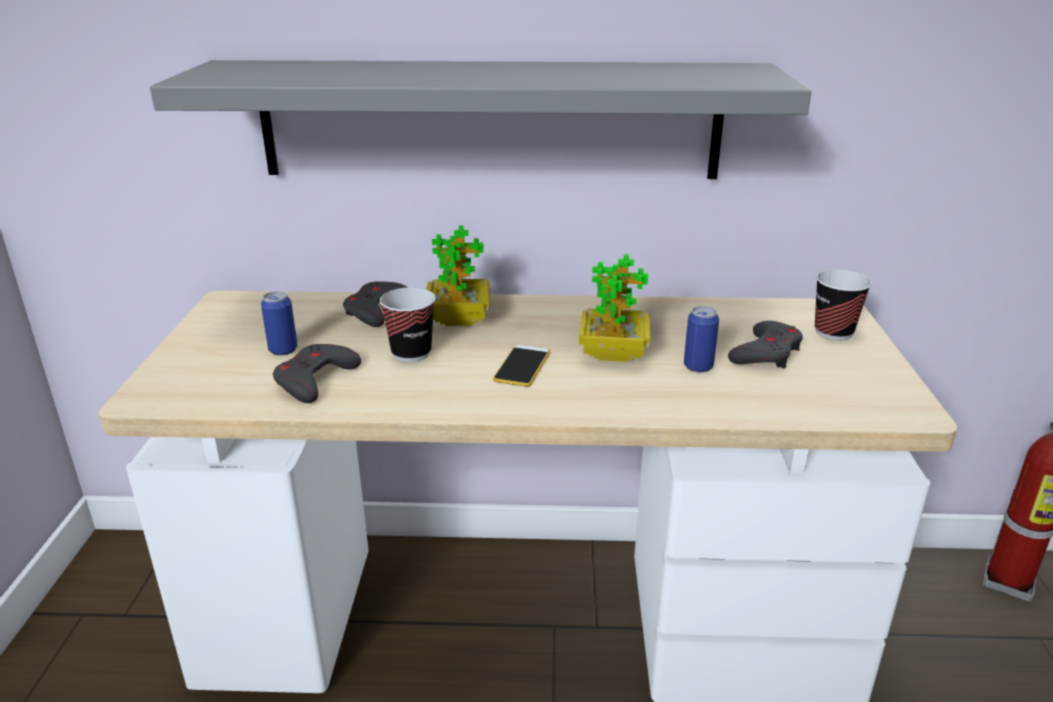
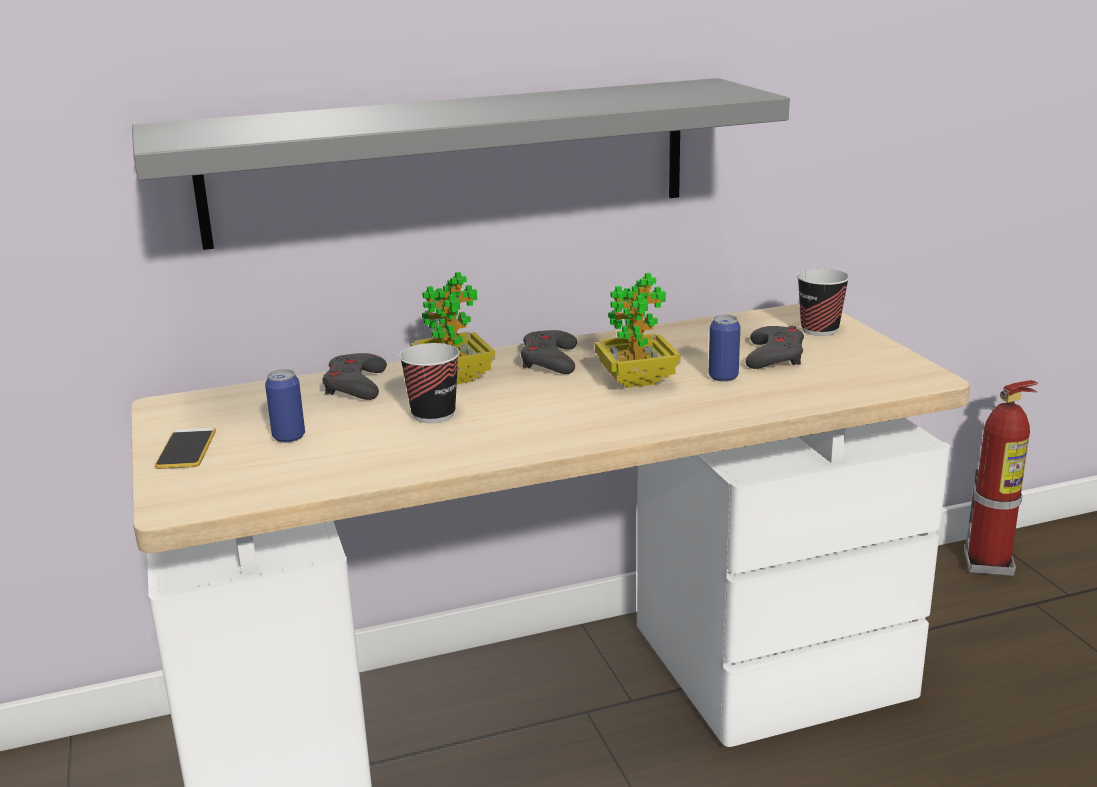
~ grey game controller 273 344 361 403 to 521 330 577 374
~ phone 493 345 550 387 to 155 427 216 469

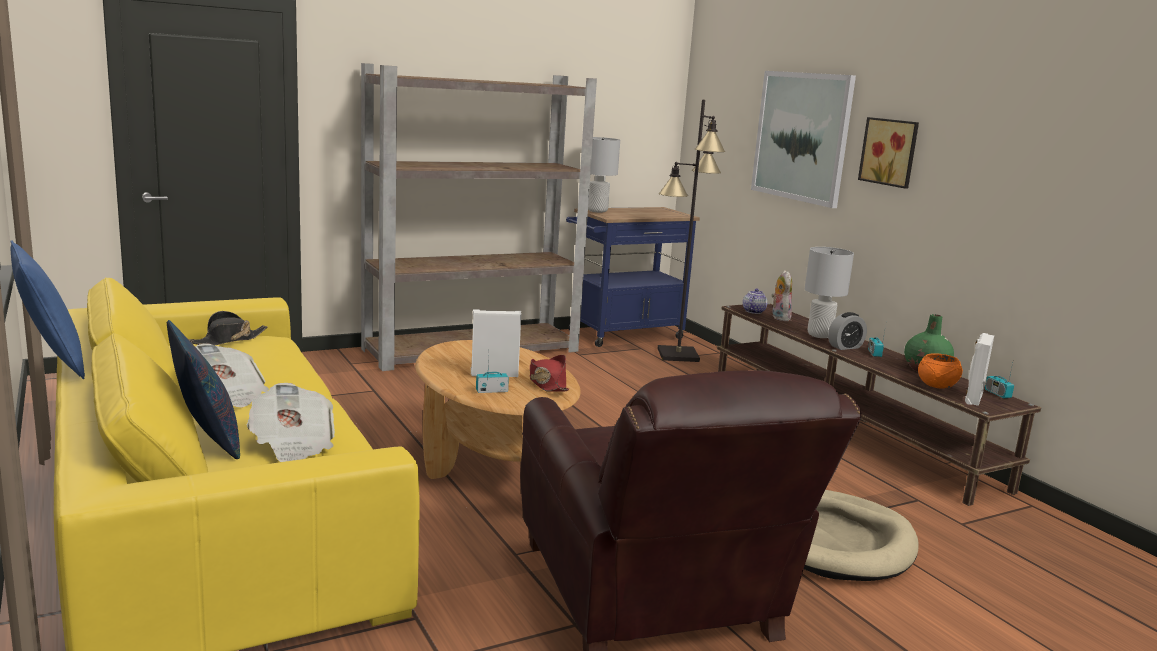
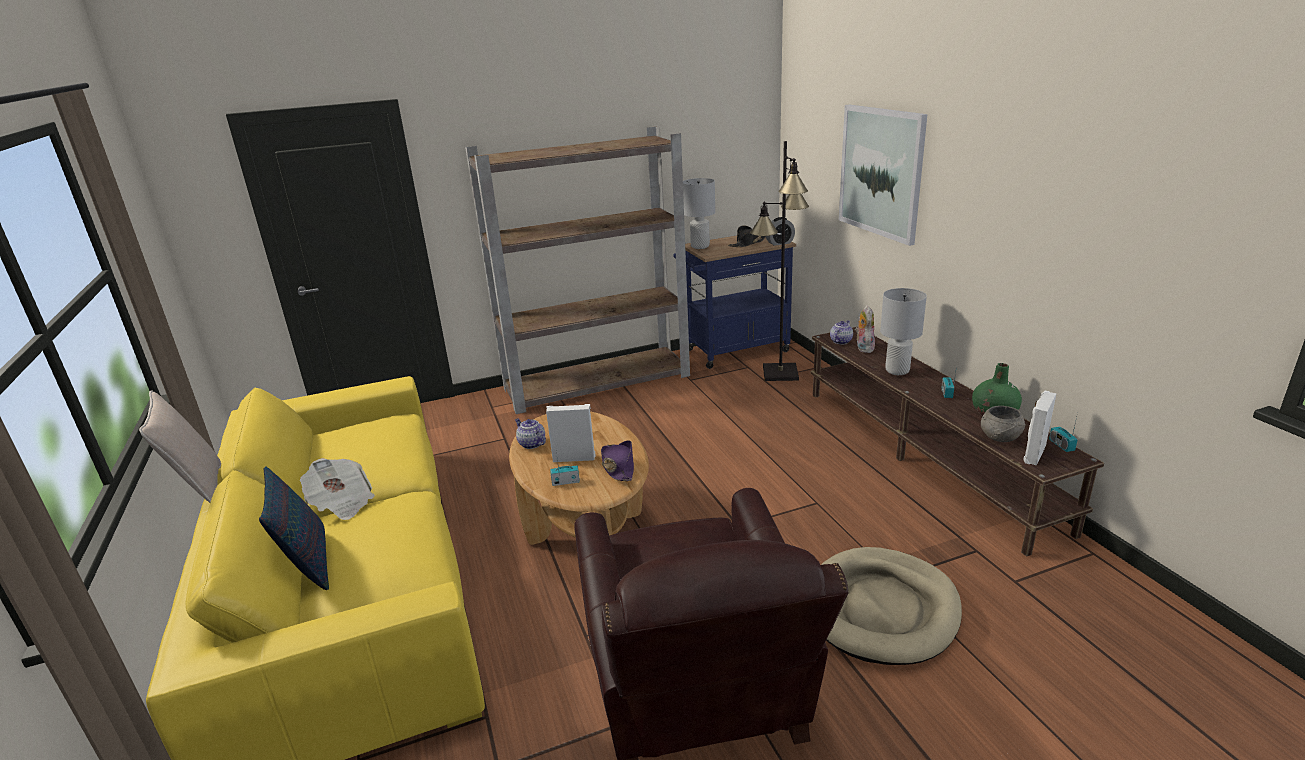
- picture 858 117 919 189
~ blue pillow 10 240 85 379 to beige pillow 139 390 221 503
~ black hat 189 311 268 345 to 728 226 766 247
~ alarm clock 828 312 867 350 to 766 217 795 246
~ orange bowl 918 353 963 389 to grey bowl 981 406 1026 442
~ red hat 530 355 569 392 to purple hat 601 441 634 481
- newspaper 247 383 335 462
+ teapot 515 418 546 449

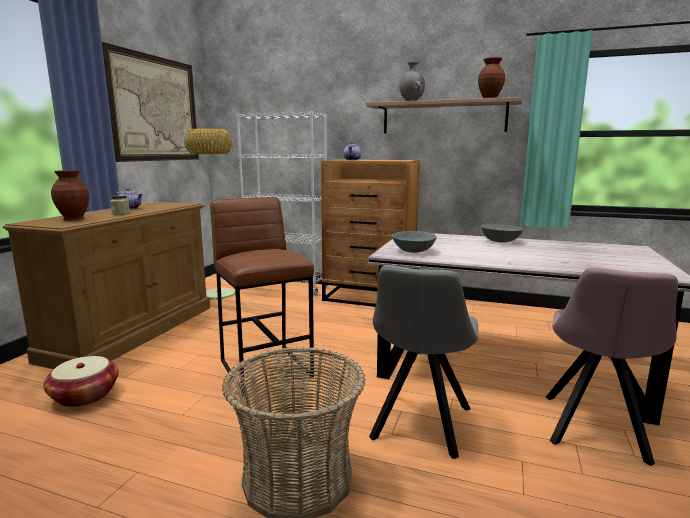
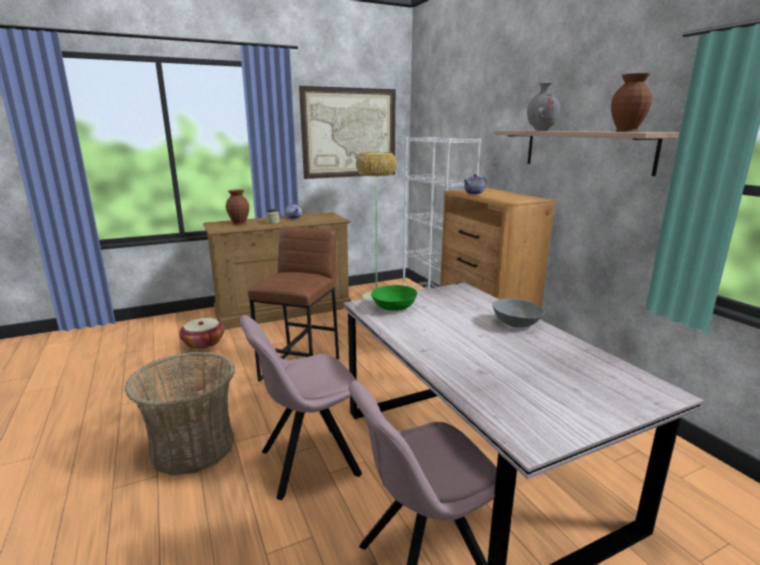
~ grey bowl 392 231 437 253 to green bowl 371 285 417 311
~ grey chair 369 265 478 459 to pink chair 240 315 362 500

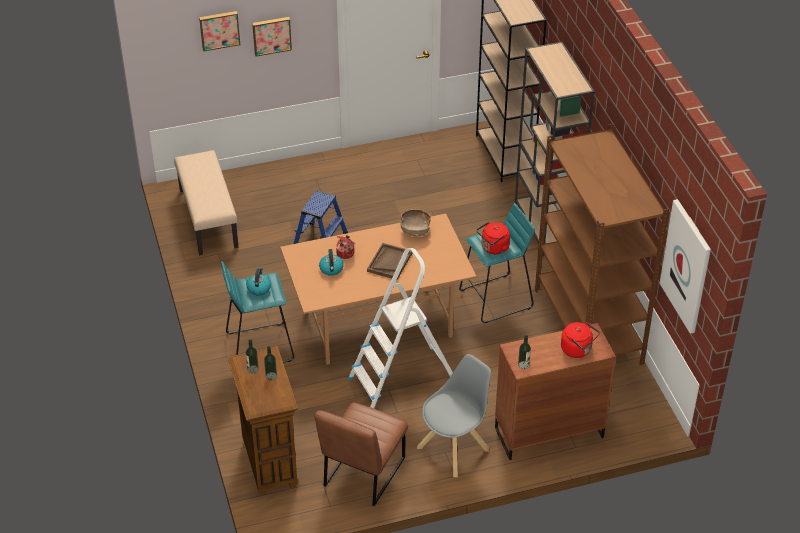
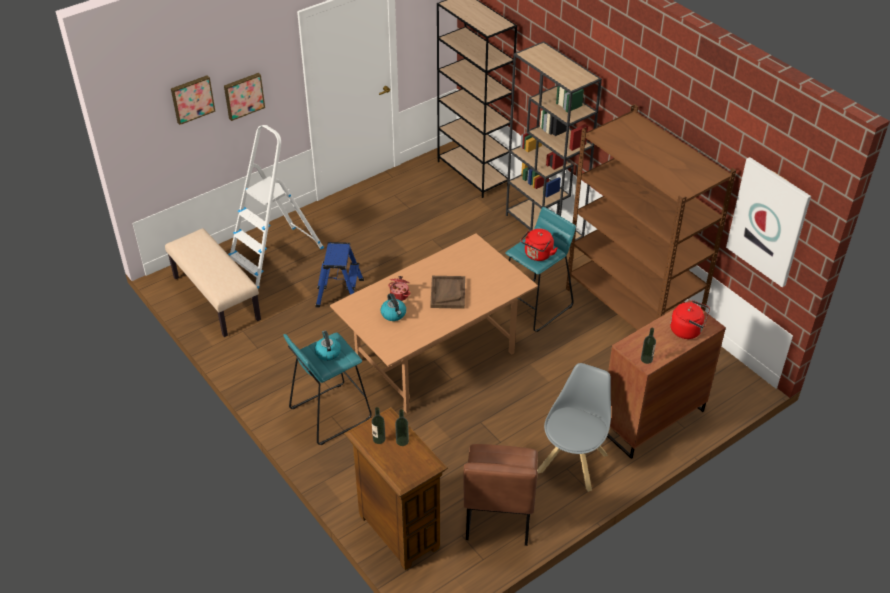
- brown bowl 401 209 431 236
~ white step ladder 348 248 453 408 to 228 125 324 289

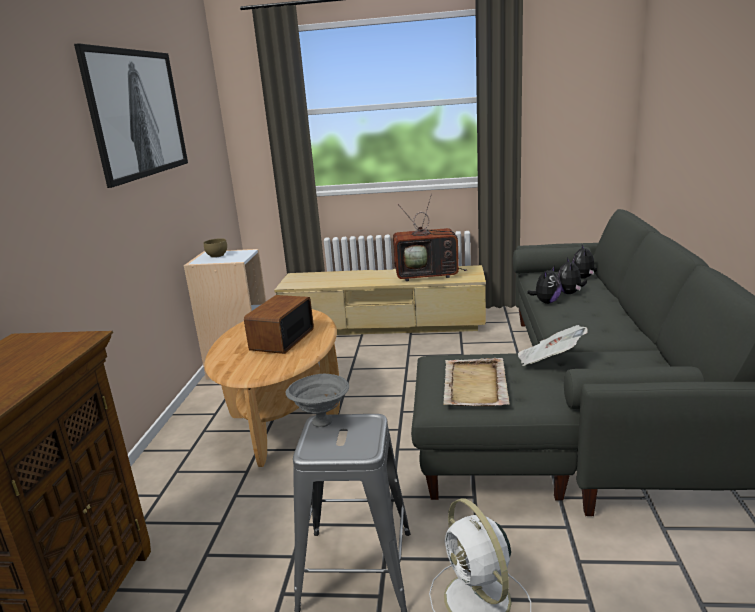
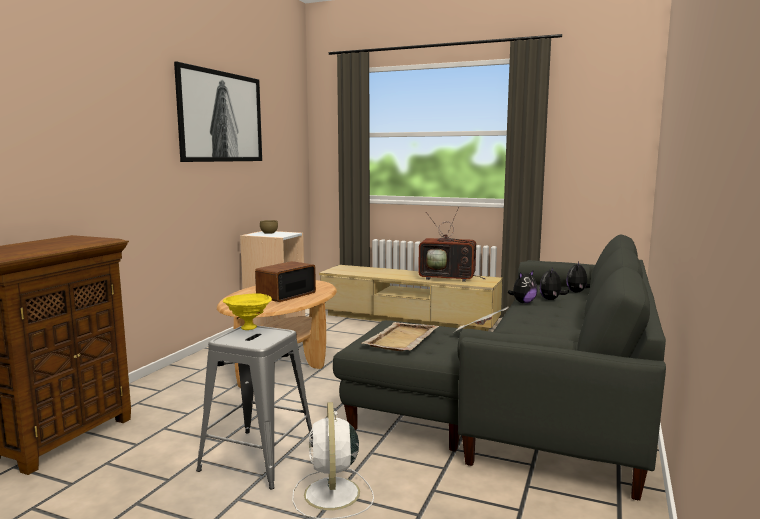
~ grey bowl 286 374 349 427 to yellow bowl 223 293 272 330

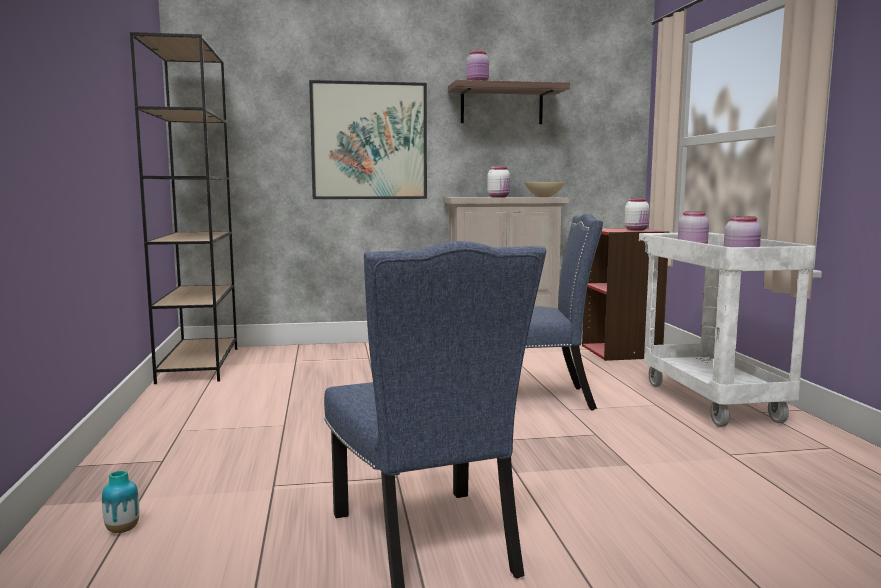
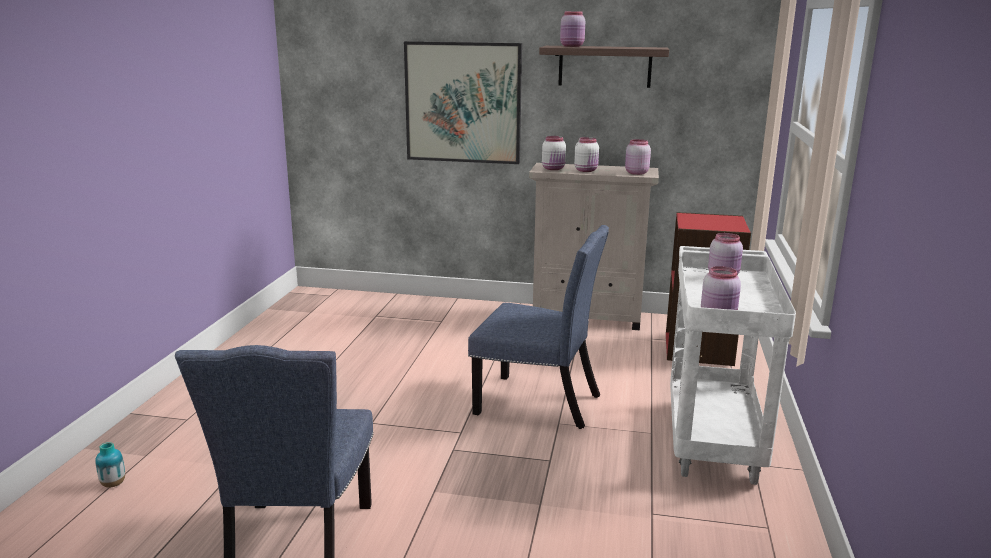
- beige bookcase 130 32 237 384
~ beige bowl 525 182 565 197 to pink jar 625 139 651 175
~ white jar 624 198 649 231 to 542 136 566 170

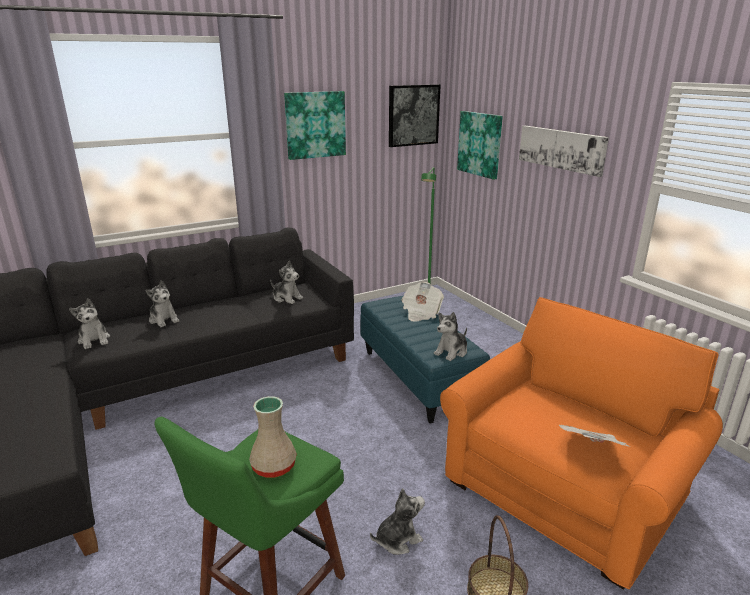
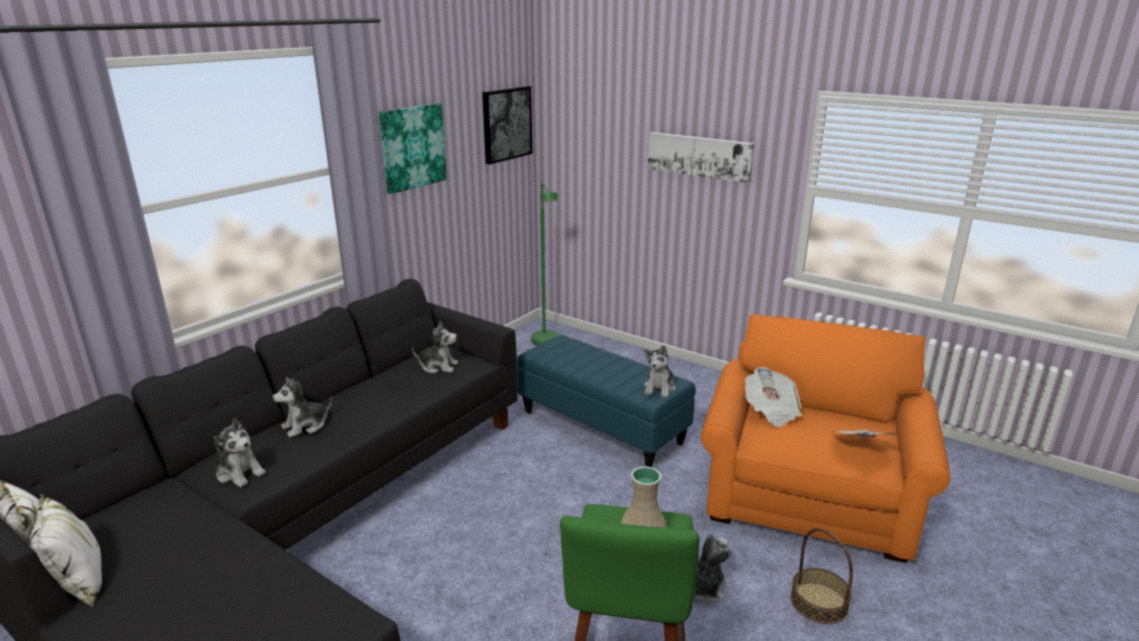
- picture 457 111 503 180
~ plush toy 145 280 179 327 = 272 377 332 437 120 degrees clockwise
~ newspaper 402 282 444 321 to 745 367 802 427

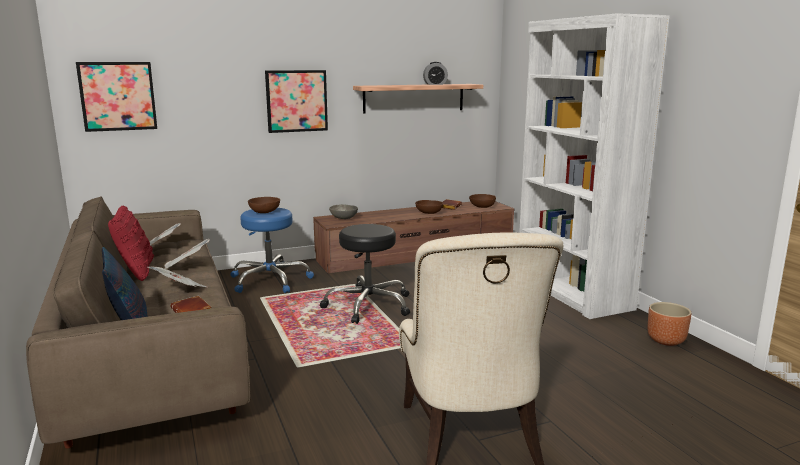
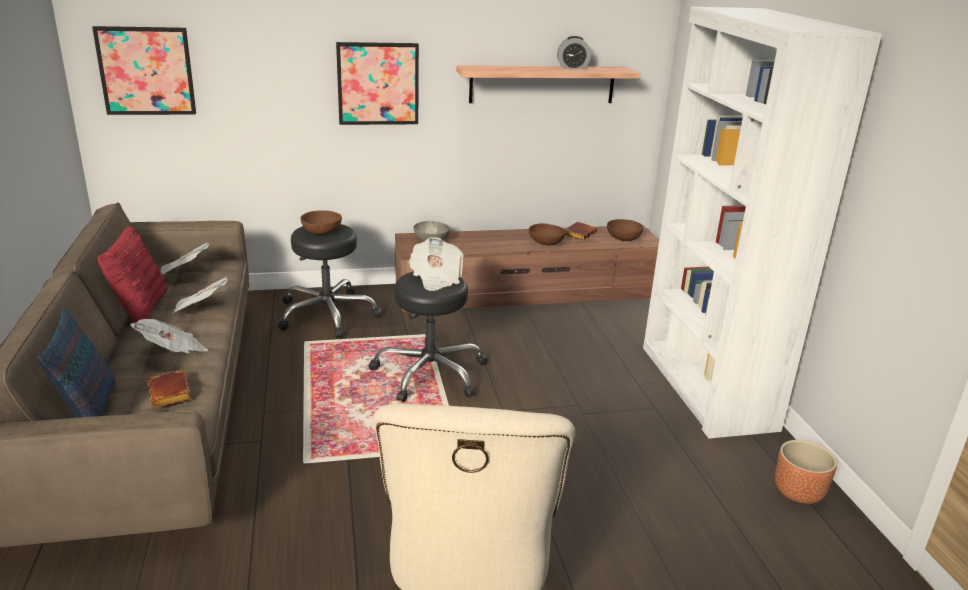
~ blue stool 230 208 314 293 to black stool 278 224 382 338
+ newspaper 408 237 464 291

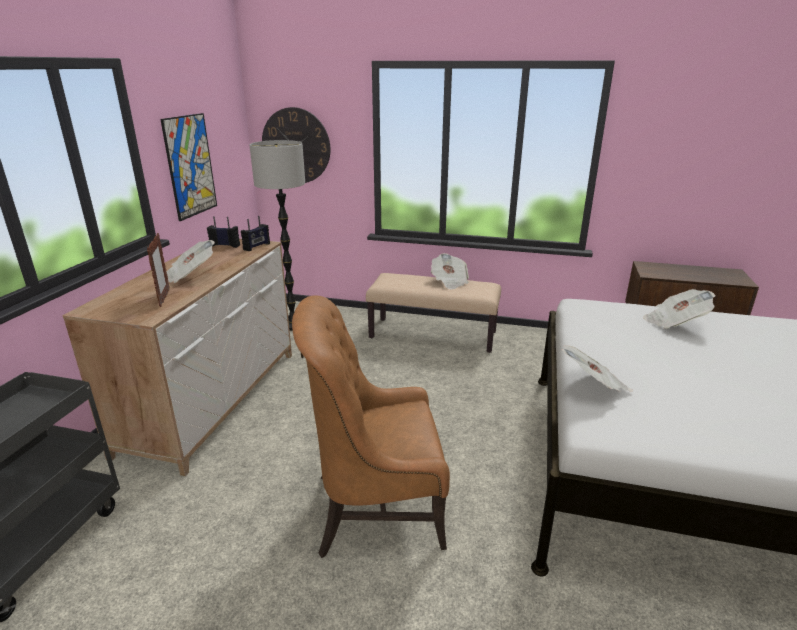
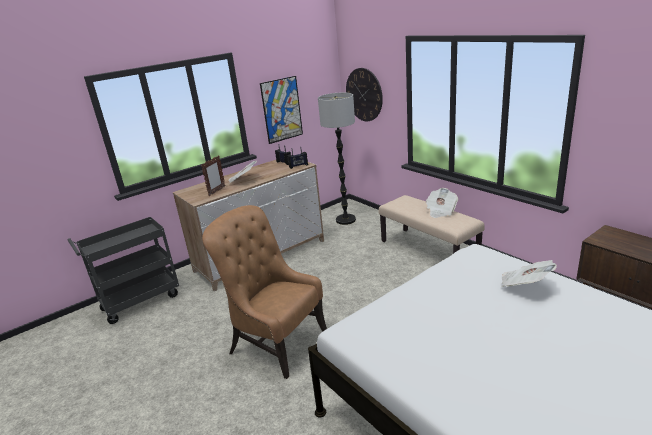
- newspaper 561 346 633 392

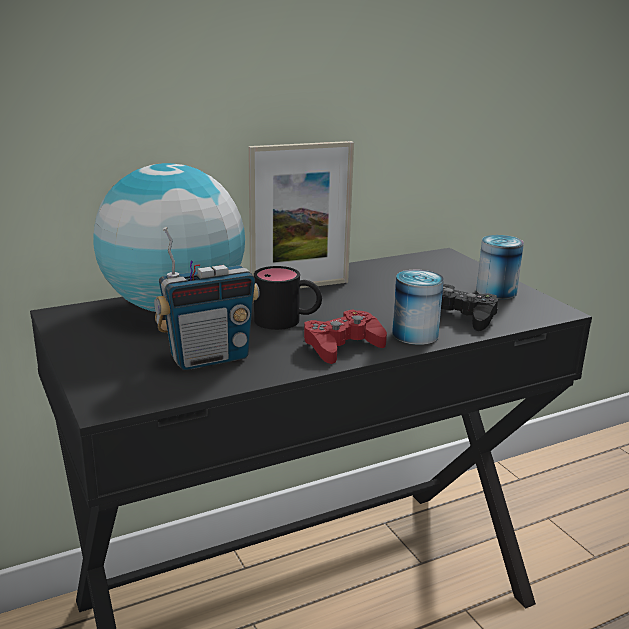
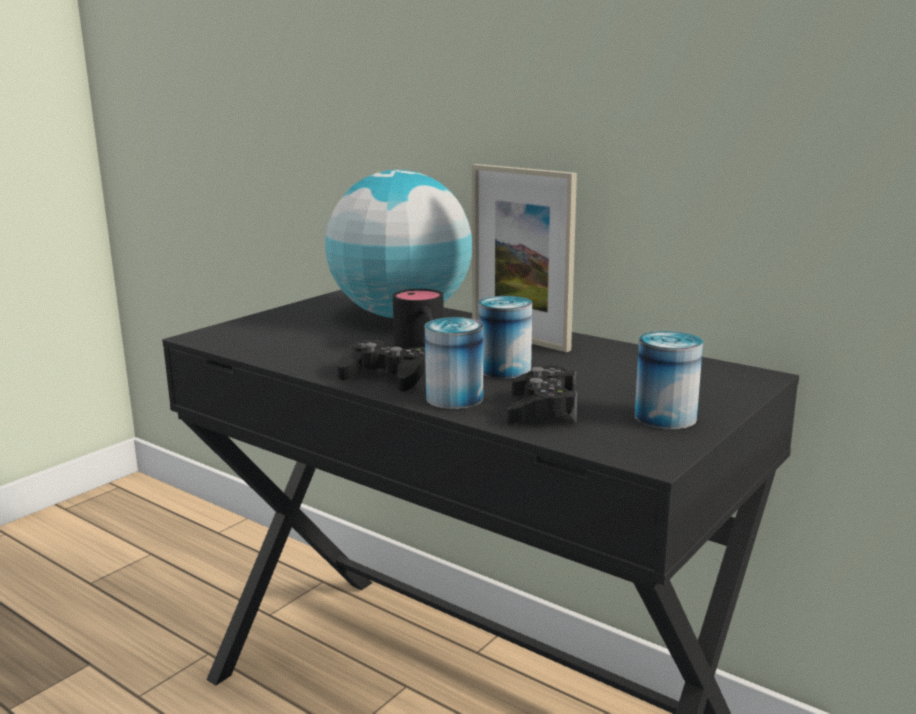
- radio 154 227 260 370
~ red game controller 303 310 387 364 to black game controller 337 340 426 392
+ can 479 296 532 379

